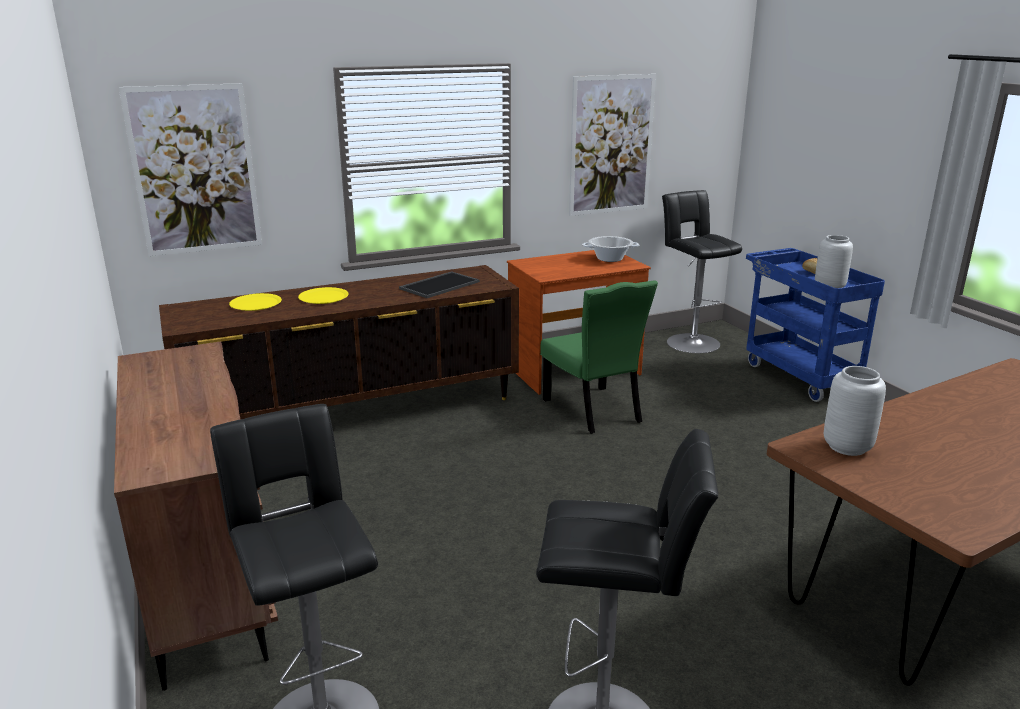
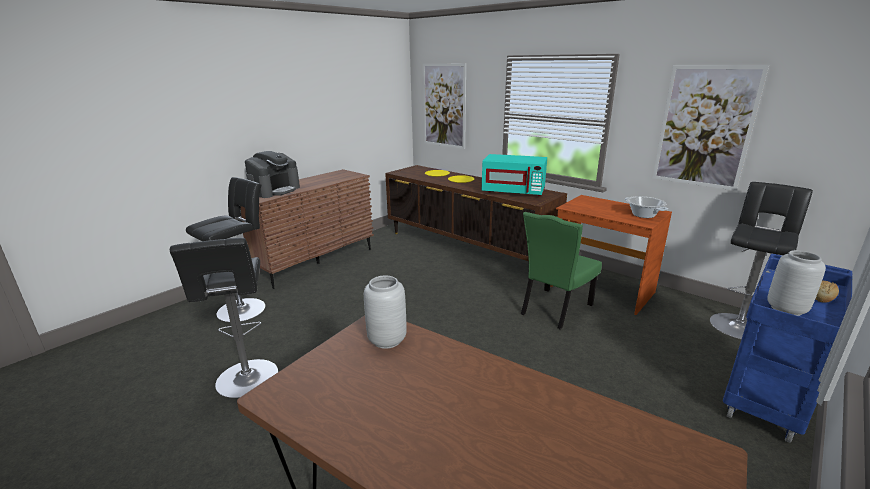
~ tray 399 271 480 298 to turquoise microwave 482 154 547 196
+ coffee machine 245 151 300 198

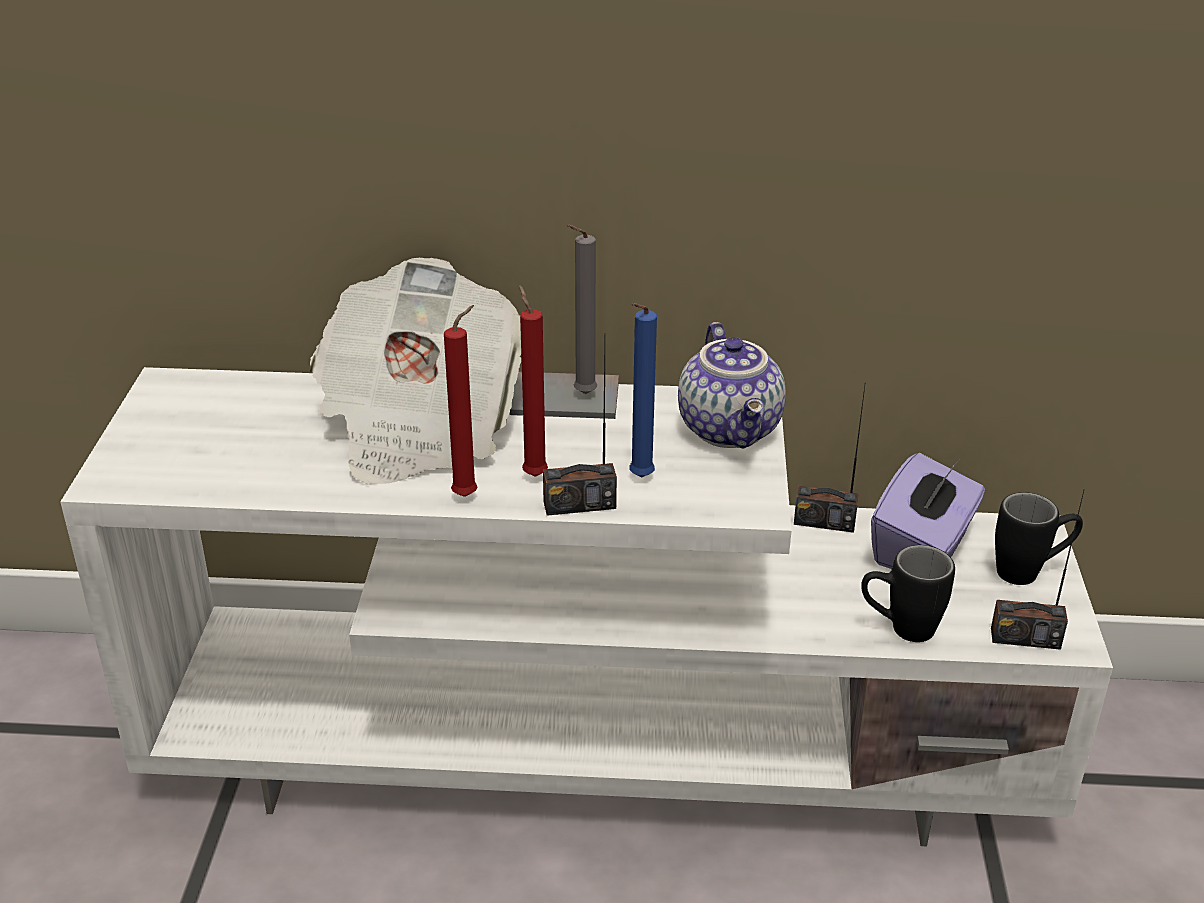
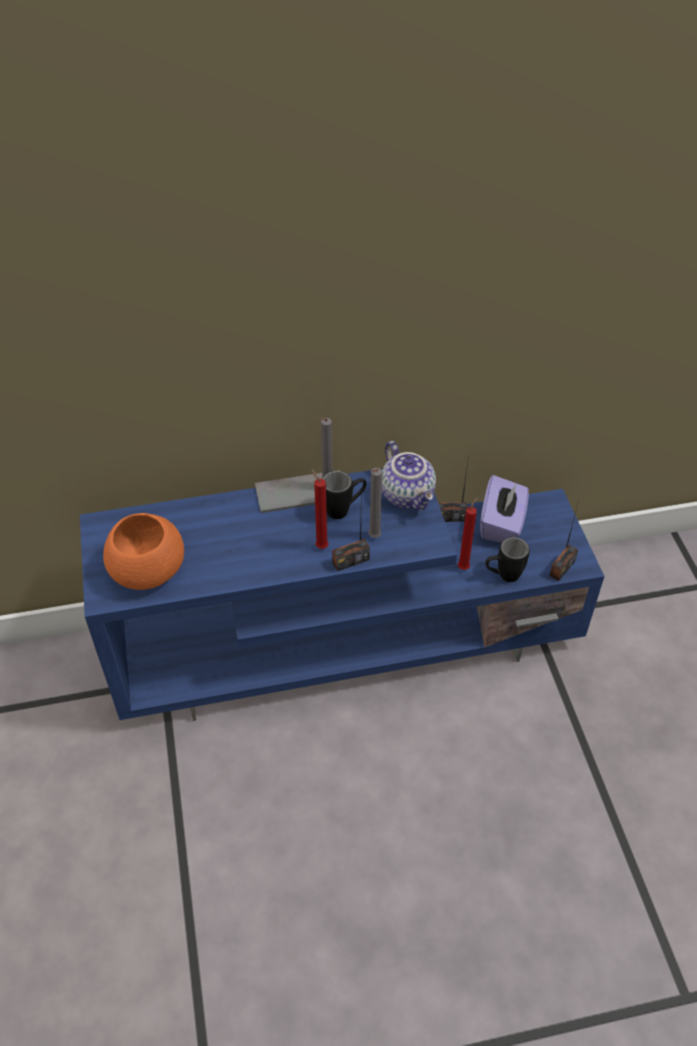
- newspaper 310 258 521 484
~ blue candle 629 303 657 477 to grey candle 368 468 382 538
~ red candle 444 305 477 497 to 458 497 478 570
~ white tv stand 60 367 1113 846 to blue tv stand 80 468 604 721
~ radio 991 491 1084 650 = 549 500 579 581 45 degrees counterclockwise
~ black mug 995 492 1083 585 to 322 471 367 519
+ orange bowl 103 513 184 590

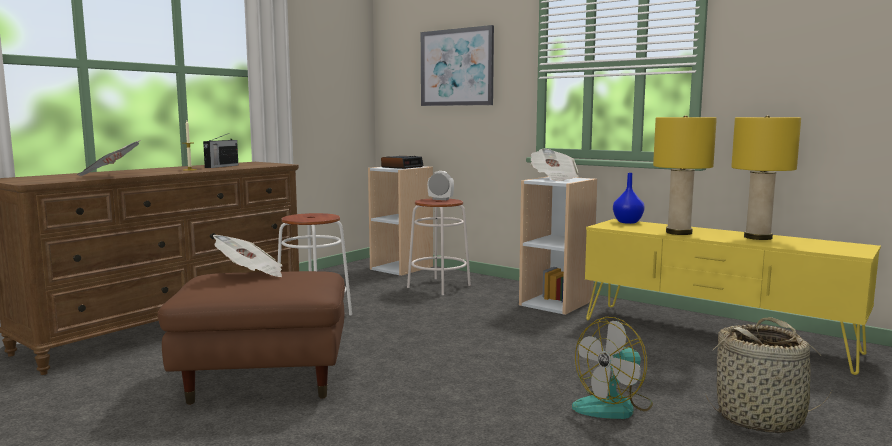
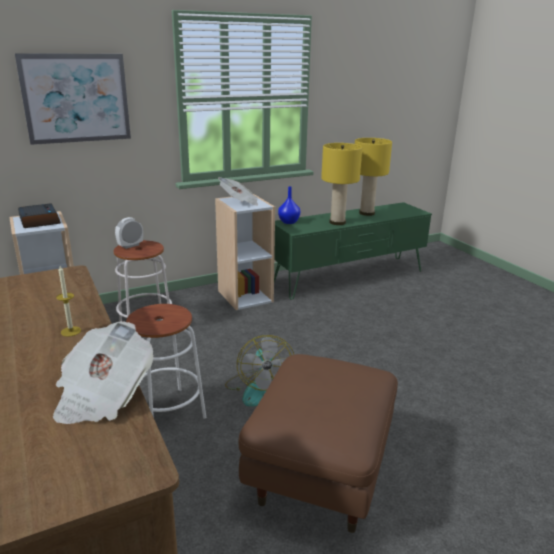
- radio 203 133 238 168
~ yellow tv stand 585 219 881 375 to green tv stand 274 202 432 300
- newspaper 213 235 282 277
~ fan 572 317 653 419 to 225 335 294 407
- basket 705 317 832 433

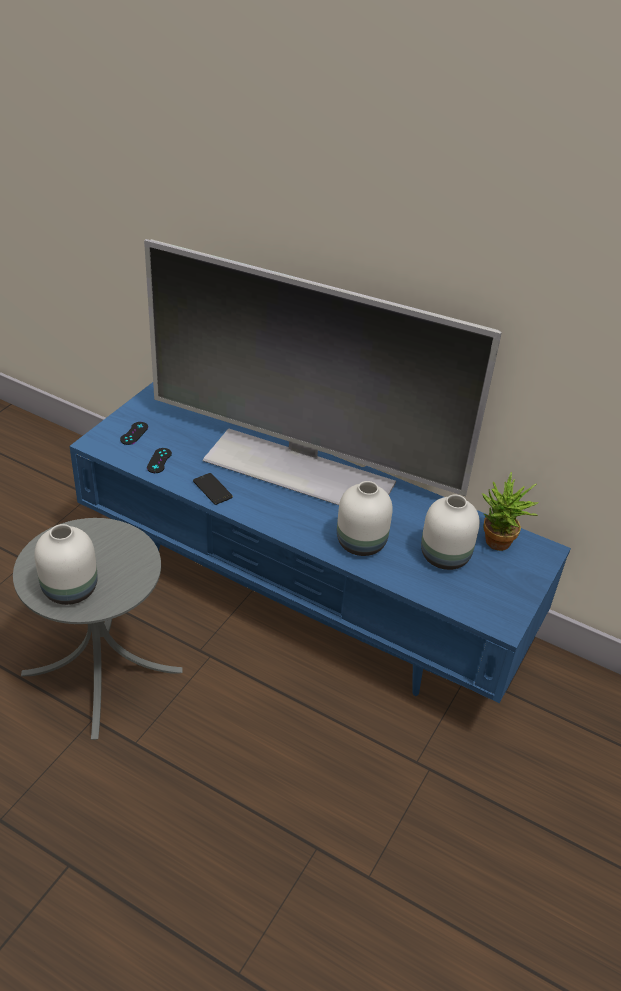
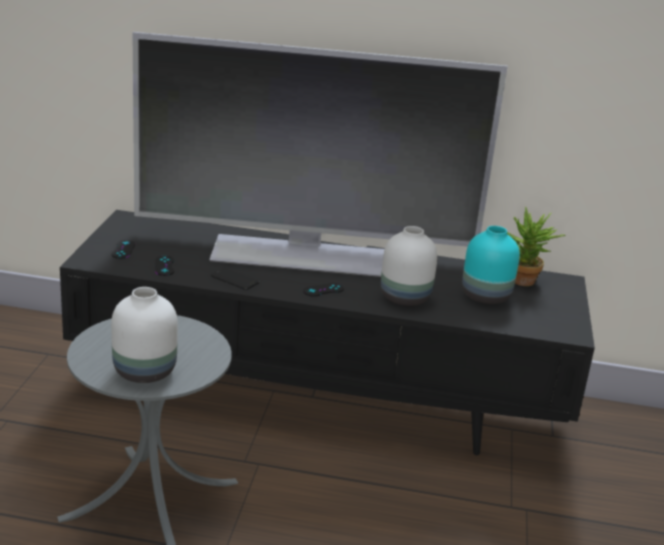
~ blue tv stand 70 382 571 703 to black tv stand 60 210 595 455
~ white vase 421 494 480 570 to turquoise vase 462 226 520 304
+ black game controller 303 283 344 297

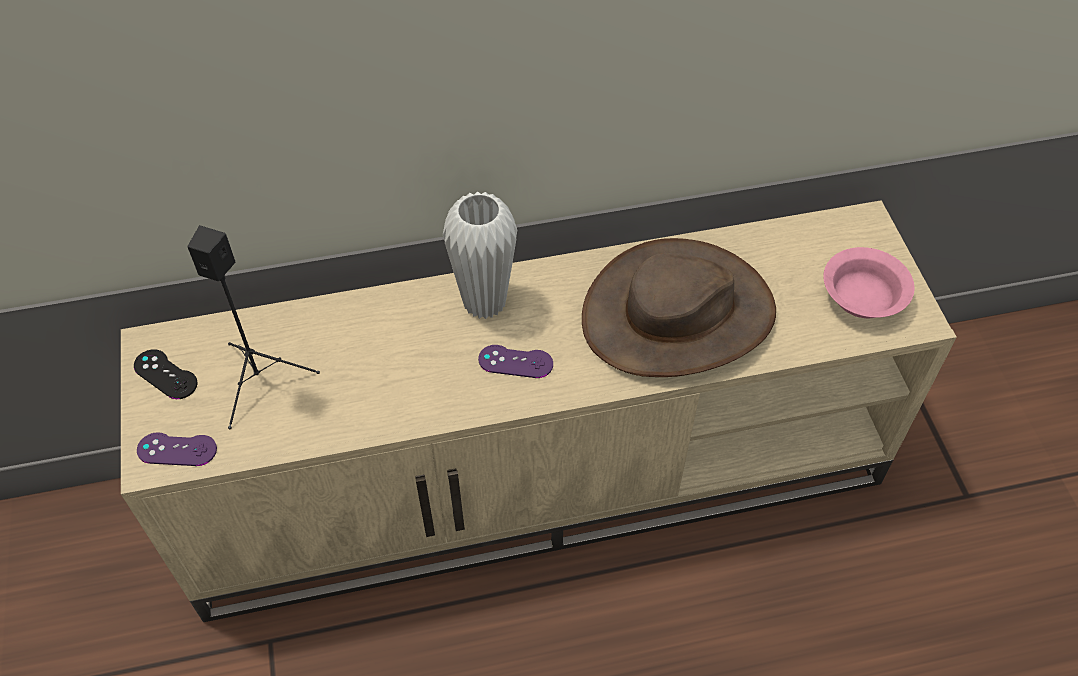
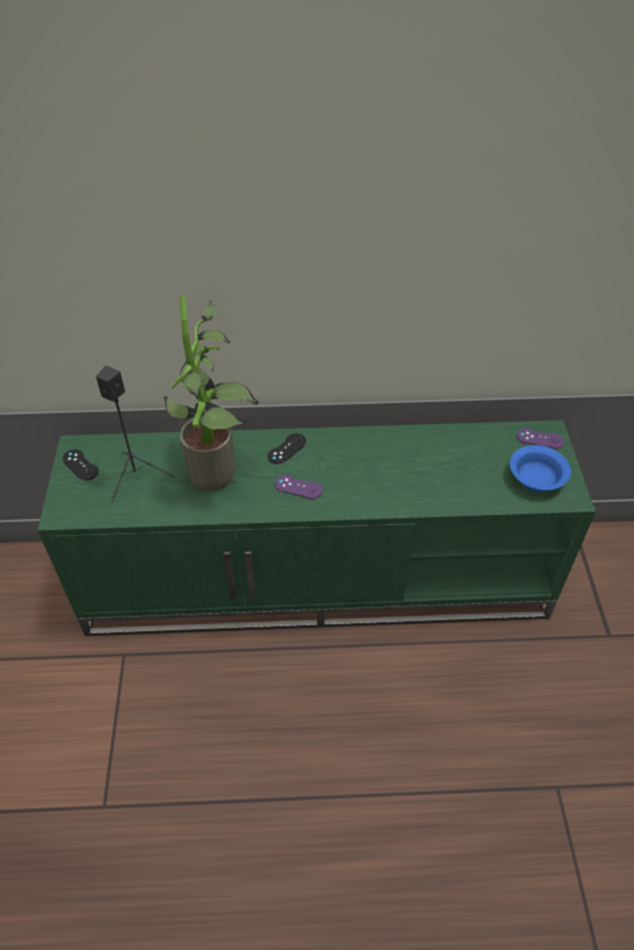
~ white vase 443 191 517 319 to black game controller 268 434 306 464
~ beige tv stand 121 200 957 622 to green tv stand 38 420 596 636
- brown hat 582 238 776 377
~ pink bowl 823 247 915 318 to blue bowl 510 445 571 492
~ purple game controller 137 432 217 466 to 517 428 564 449
+ potted plant 164 296 259 491

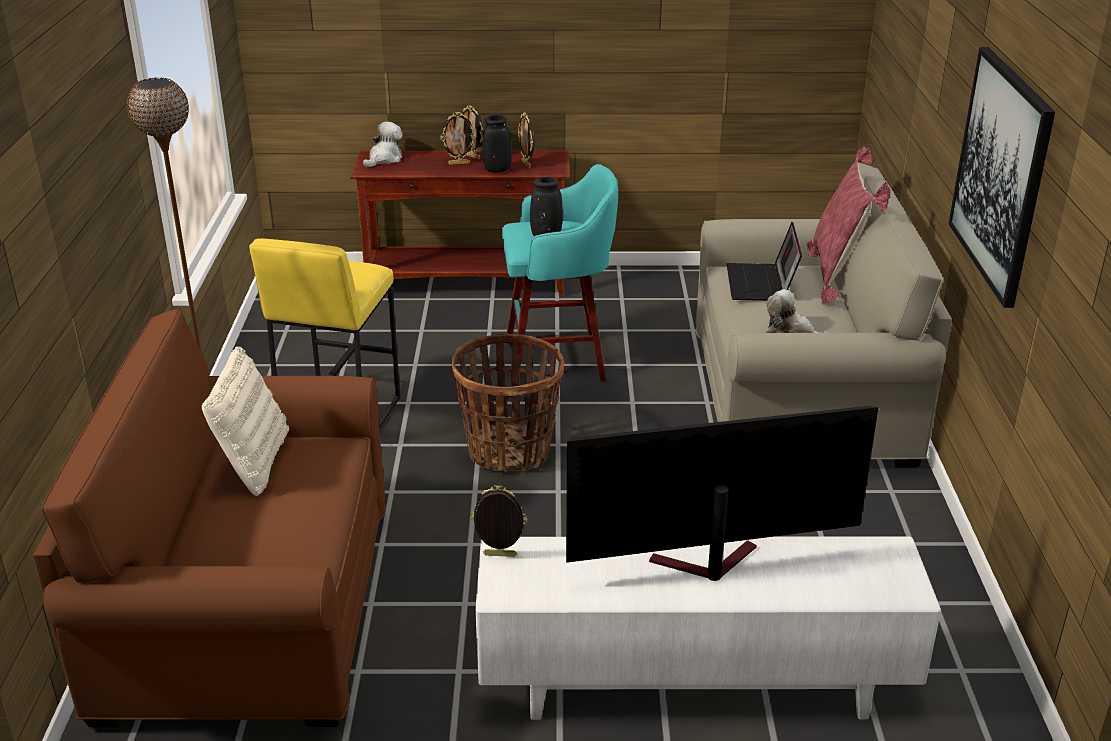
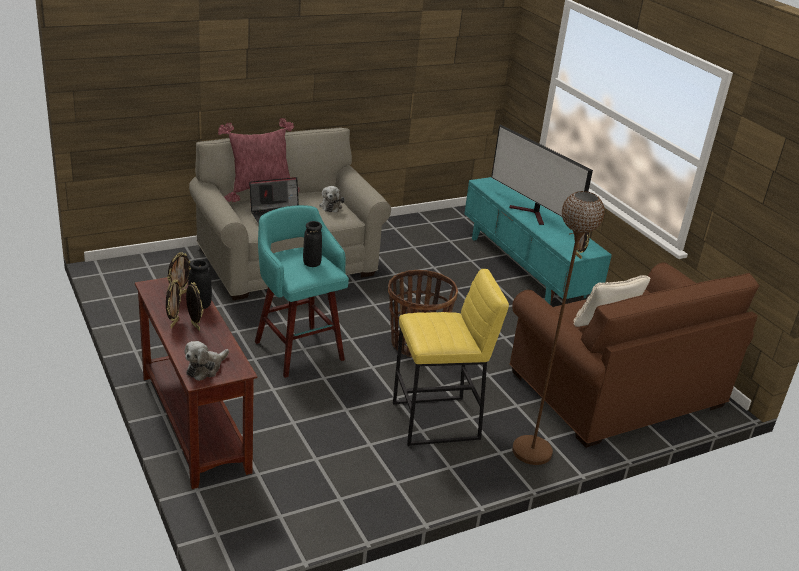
- picture 949 47 1055 308
~ plush toy 363 121 402 167 = 184 341 229 381 60 degrees counterclockwise
~ white tv stand 475 536 941 720 to turquoise tv stand 464 177 612 305

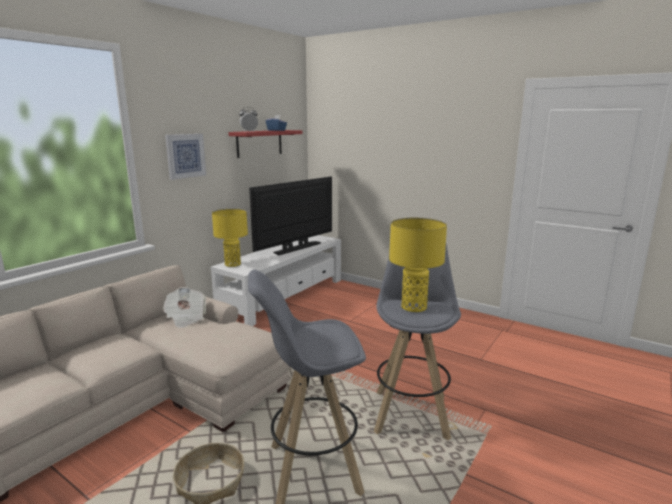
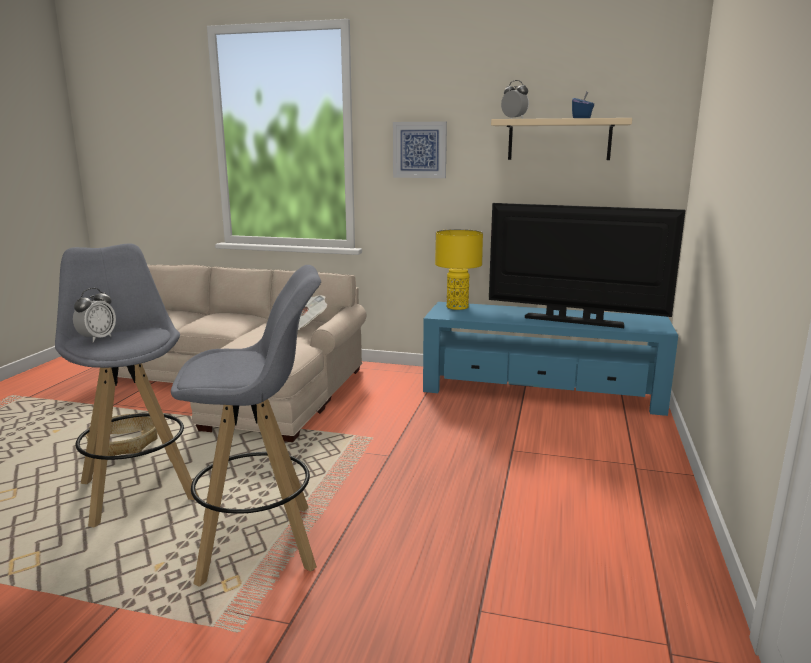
~ red shelf 229 130 303 158 to beige shelf 491 118 632 160
- yellow table lamp 389 218 447 312
~ white tv stand 211 235 341 326 to blue tv stand 423 302 678 416
+ alarm clock 73 288 116 343

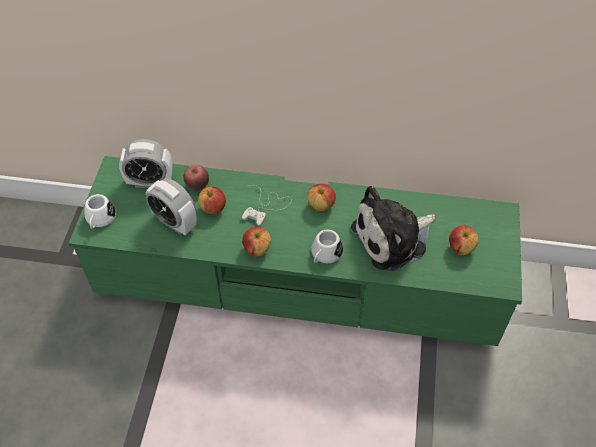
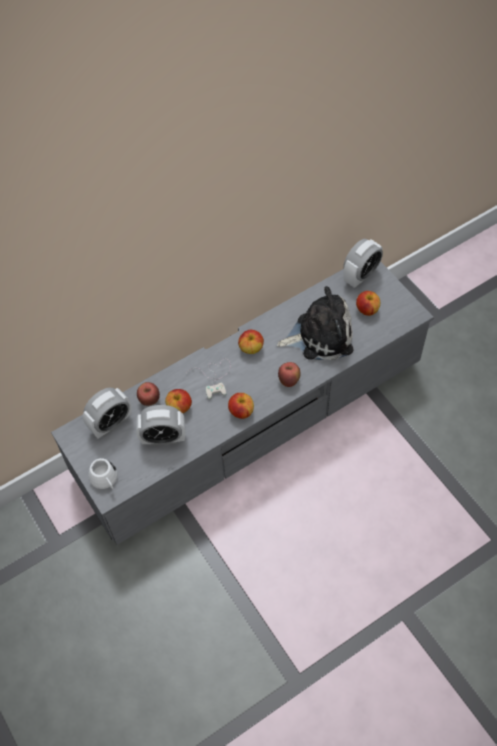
~ green tv stand 69 156 522 346 to grey tv stand 51 261 434 545
~ plush toy 351 186 435 271 = 277 286 353 360 120 degrees counterclockwise
~ white mug 311 229 343 263 to apple 278 362 301 387
+ alarm clock 344 239 383 288

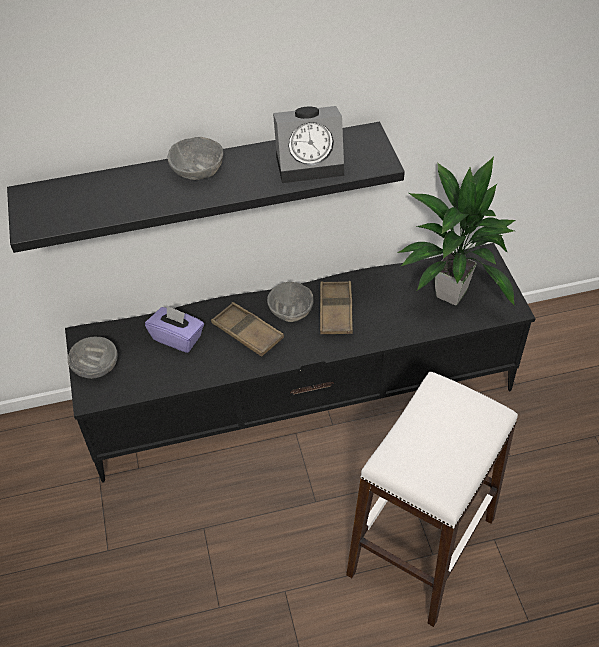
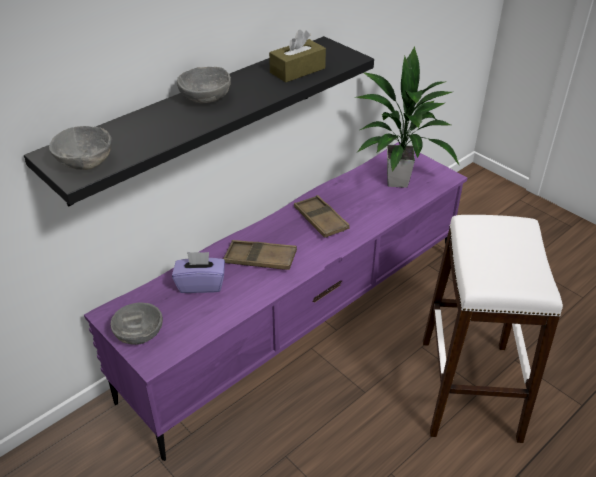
~ alarm clock 273 106 344 183 to brown tissue box 269 30 326 82
~ black tv stand 65 243 536 483 to purple tv stand 84 142 467 461
~ grey bowl 267 282 313 322 to 49 126 112 170

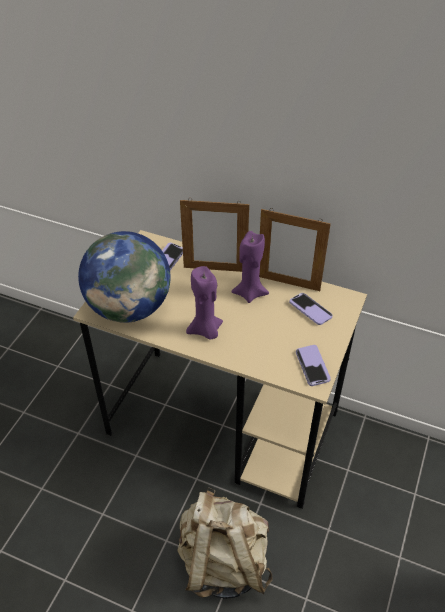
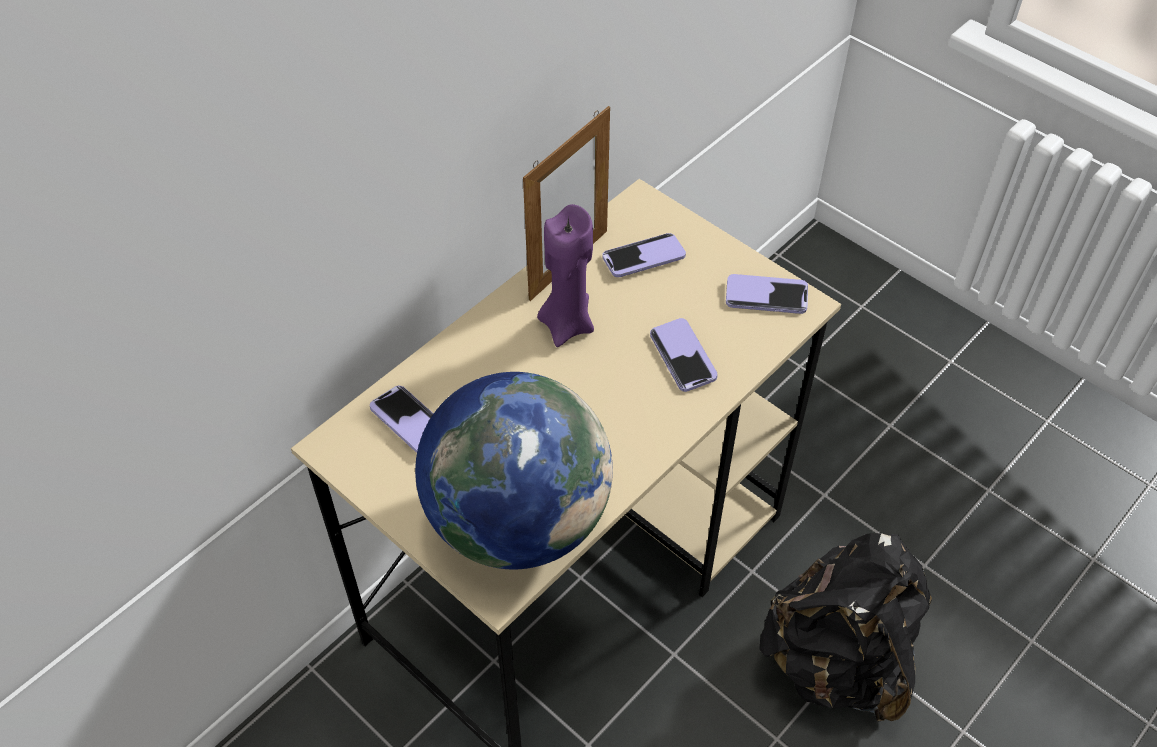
- picture frame 180 198 249 272
- purple candle 186 266 223 340
~ beige backpack 177 487 273 599 to black backpack 759 533 932 722
+ phone 650 318 717 392

